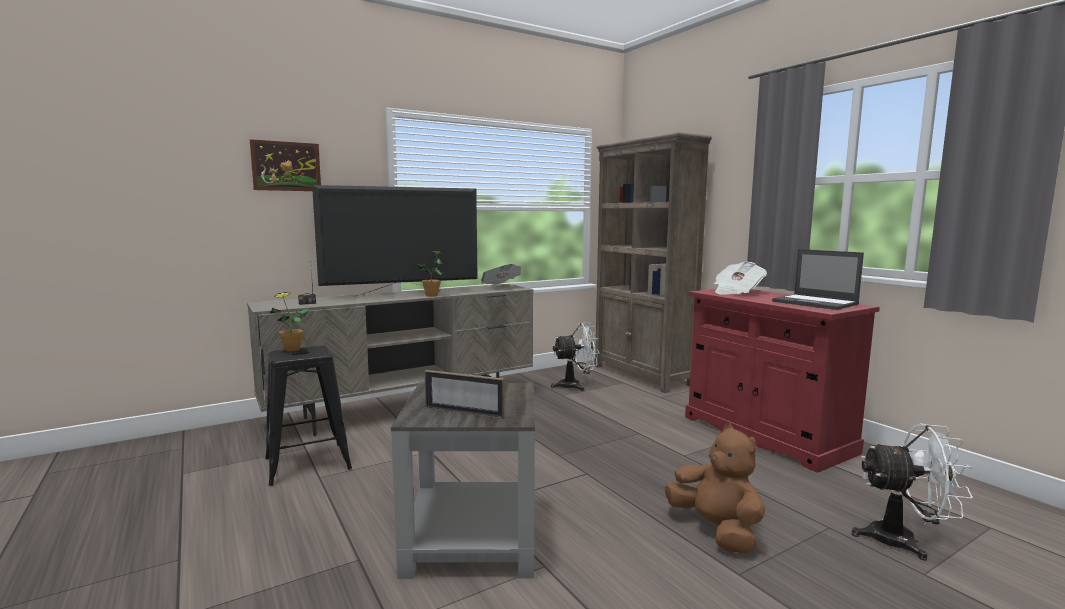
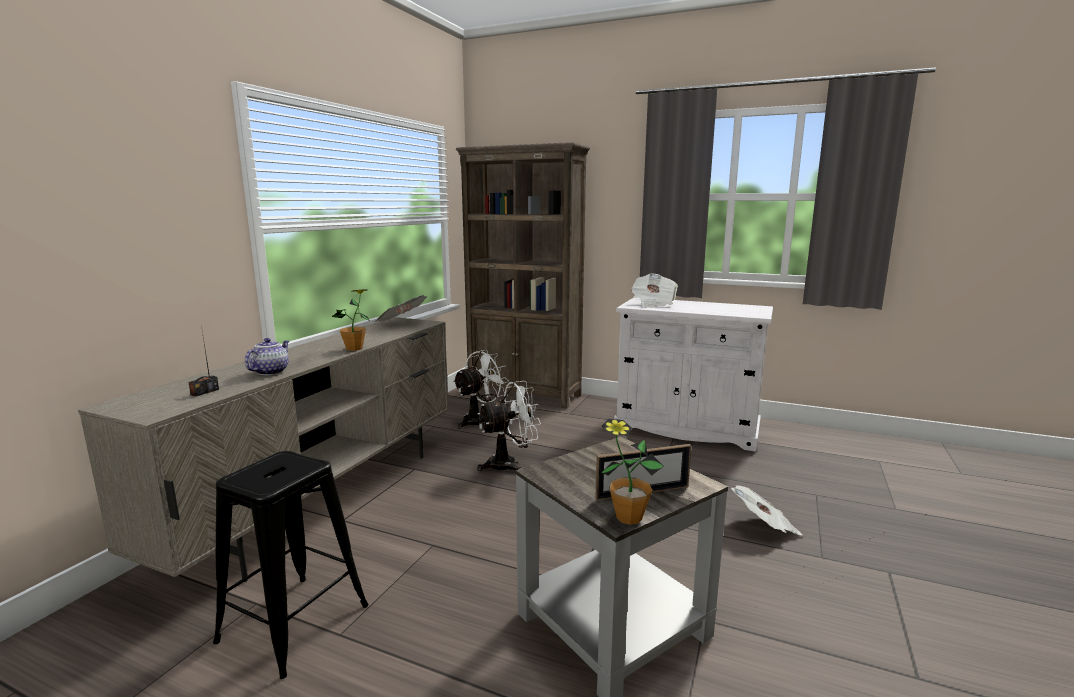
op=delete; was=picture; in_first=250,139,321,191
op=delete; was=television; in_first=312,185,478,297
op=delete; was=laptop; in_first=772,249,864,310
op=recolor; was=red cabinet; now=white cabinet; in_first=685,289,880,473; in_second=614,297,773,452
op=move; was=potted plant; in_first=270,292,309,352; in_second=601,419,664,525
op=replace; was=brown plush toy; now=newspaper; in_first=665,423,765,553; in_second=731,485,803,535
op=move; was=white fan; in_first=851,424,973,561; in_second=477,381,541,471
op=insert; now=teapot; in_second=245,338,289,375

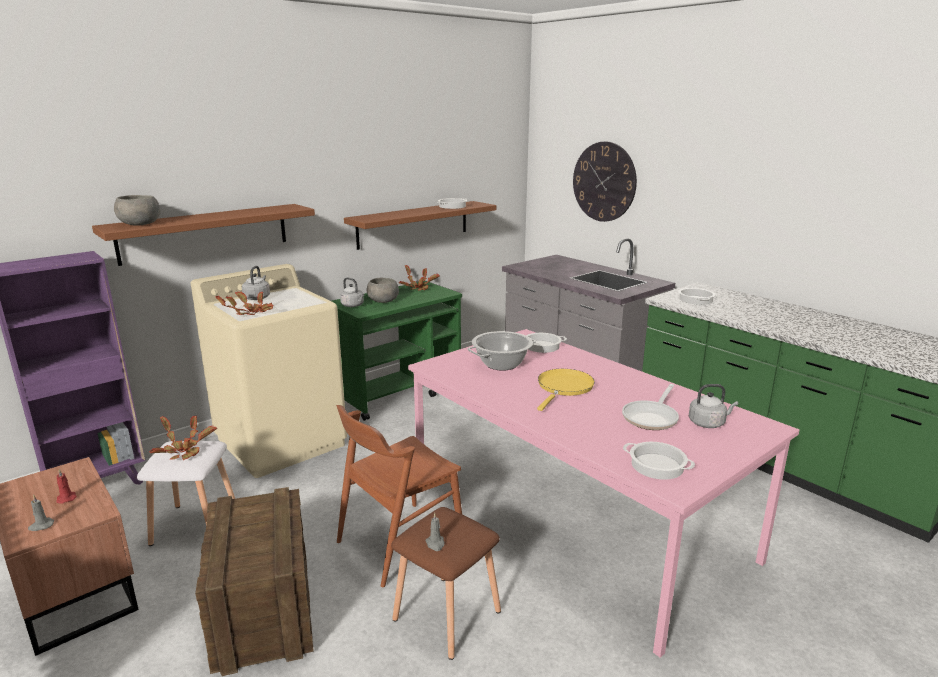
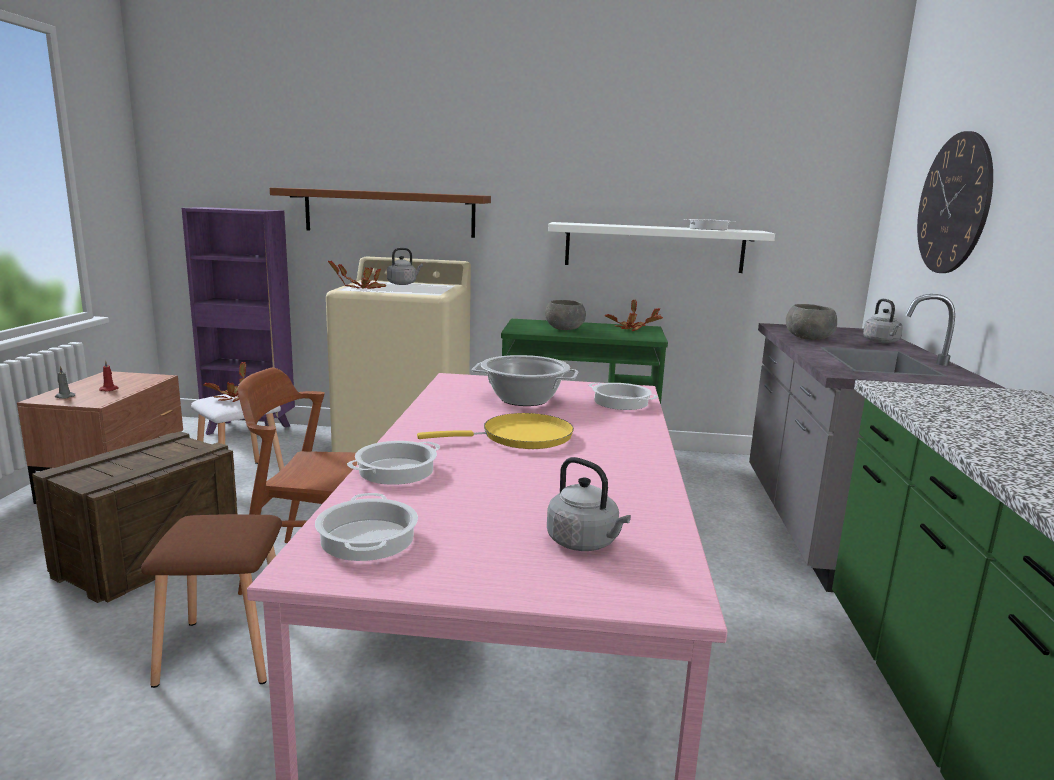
op=move; was=grey bowl; in_first=114,195,160,225; in_second=786,304,837,340
op=recolor; was=brown shelf; now=white shelf; in_first=344,201,496,250; in_second=548,222,775,273
op=move; was=grey kettle; in_first=340,277,364,307; in_second=863,299,903,343
op=move; was=cooking pot; in_first=678,287,716,305; in_second=347,441,440,485
op=delete; was=frying pan; in_first=622,384,679,430
op=delete; was=grey candle; in_first=425,513,445,551

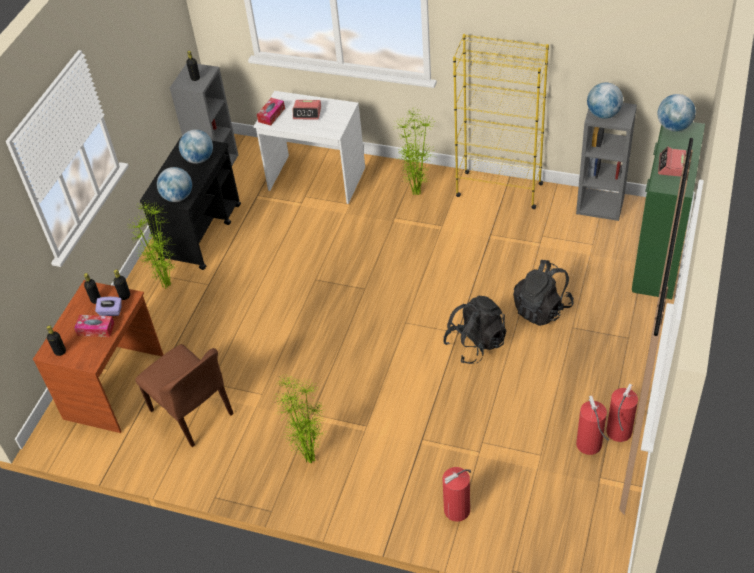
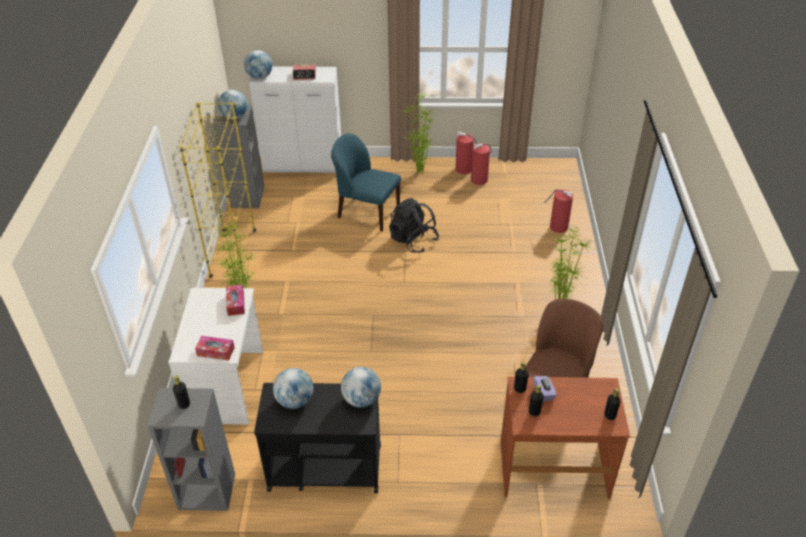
op=delete; was=alarm clock; in_first=293,100,321,120
op=recolor; was=green cabinet; now=white cabinet; in_first=632,122,705,299; in_second=249,67,341,173
op=move; was=potted plant; in_first=128,203,174,289; in_second=402,93,436,173
op=replace; was=black backpack; now=blue chair; in_first=513,260,574,326; in_second=331,133,401,231
op=move; was=tissue box; in_first=74,315,115,337; in_second=226,285,245,316

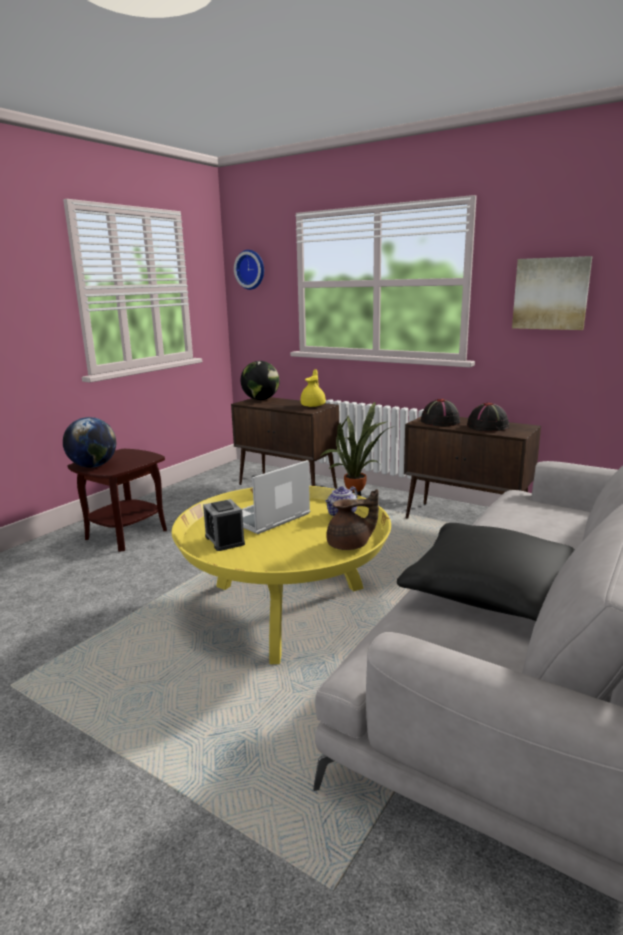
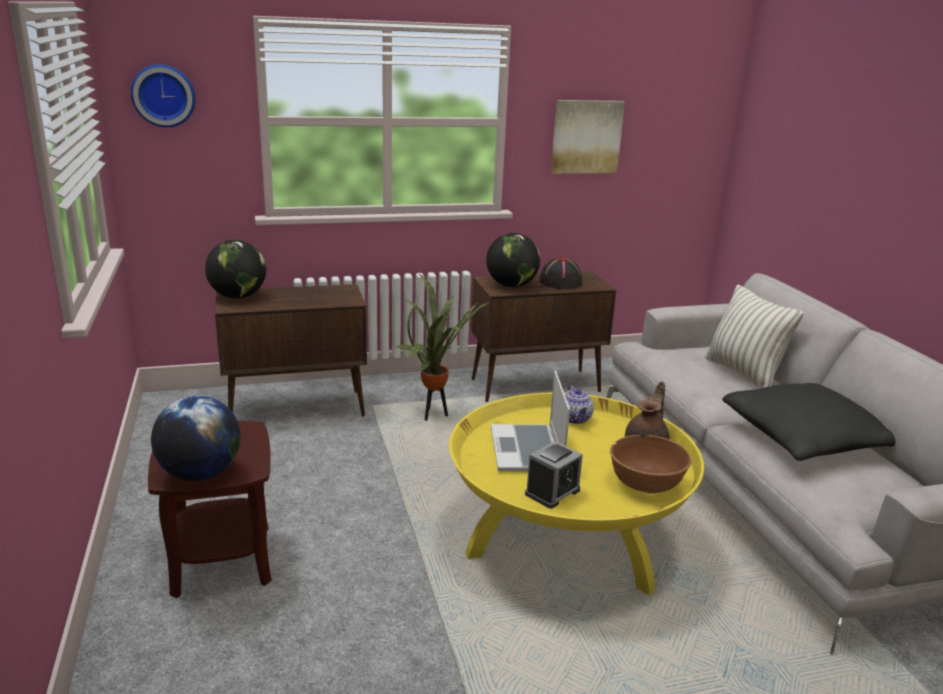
op=delete; was=yellow teapot; in_first=300,369,326,407
op=replace; was=black hat; now=globe; in_first=421,399,460,427; in_second=486,233,540,287
op=rotate; was=alarm clock; in_first=203,499,245,551; in_second=525,441,583,509; clockwise=-60
op=insert; now=pillow; in_second=705,284,804,388
op=insert; now=brown bowl; in_second=610,435,692,494

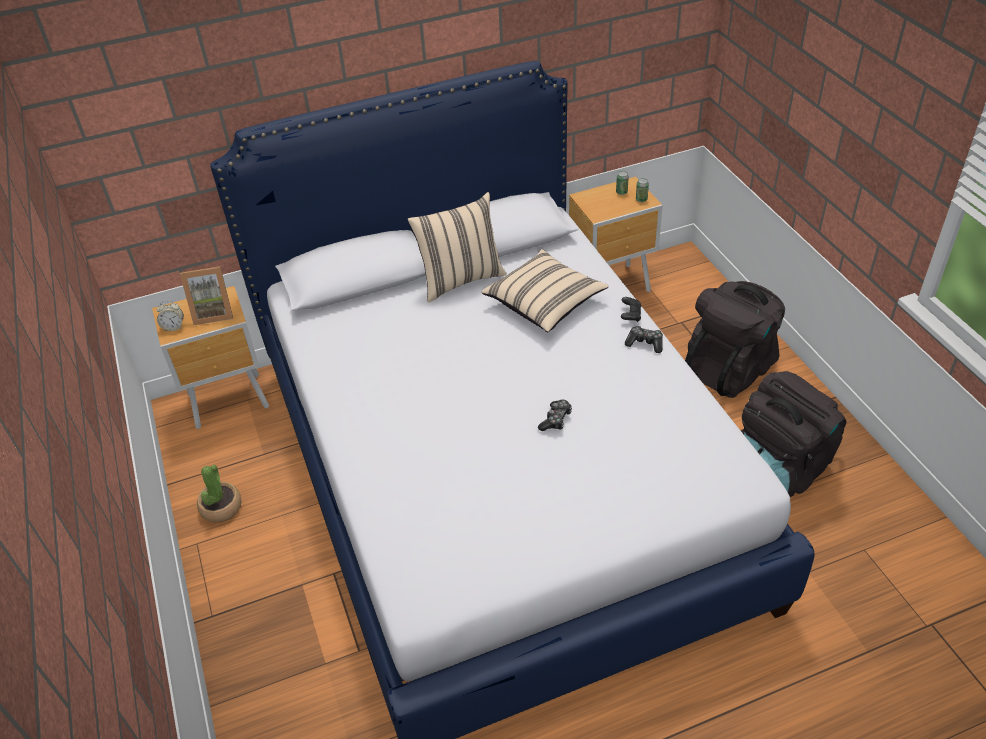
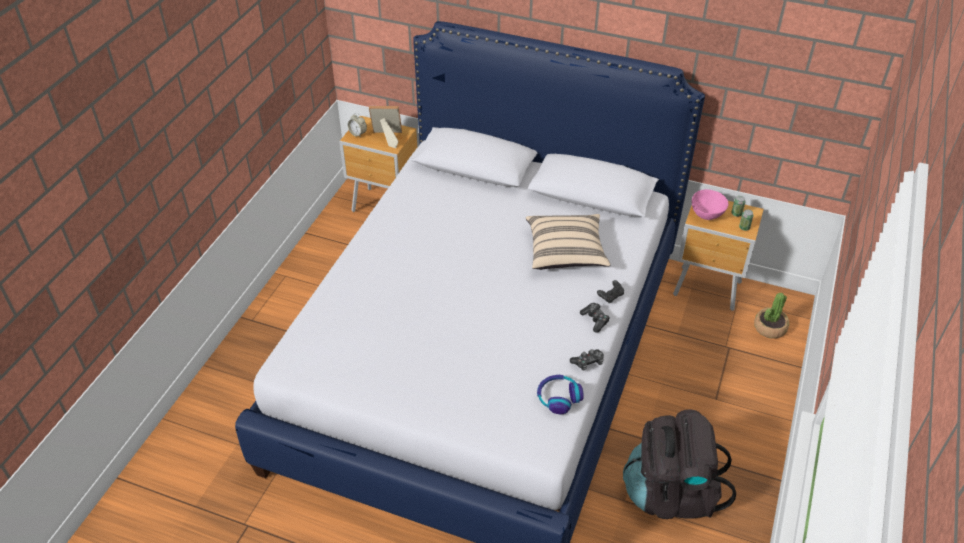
op=delete; was=beige pillow; in_first=407,192,507,302
op=rotate; was=picture frame; in_first=180,266,233,325; in_second=369,106,402,148; clockwise=150
op=delete; was=black backpack; in_first=685,281,785,398
op=move; was=game controller; in_first=538,400,572,431; in_second=570,349,604,371
op=move; was=potted plant; in_first=197,465,242,523; in_second=754,293,789,339
op=insert; now=pink bowl; in_second=692,189,728,220
op=insert; now=headphones; in_second=537,375,584,414

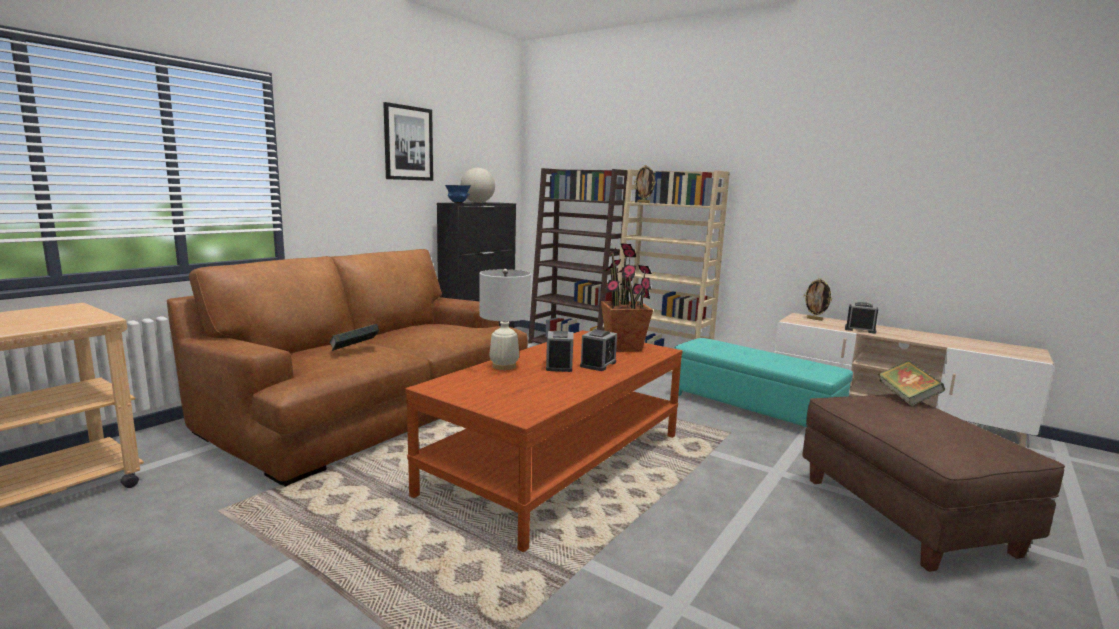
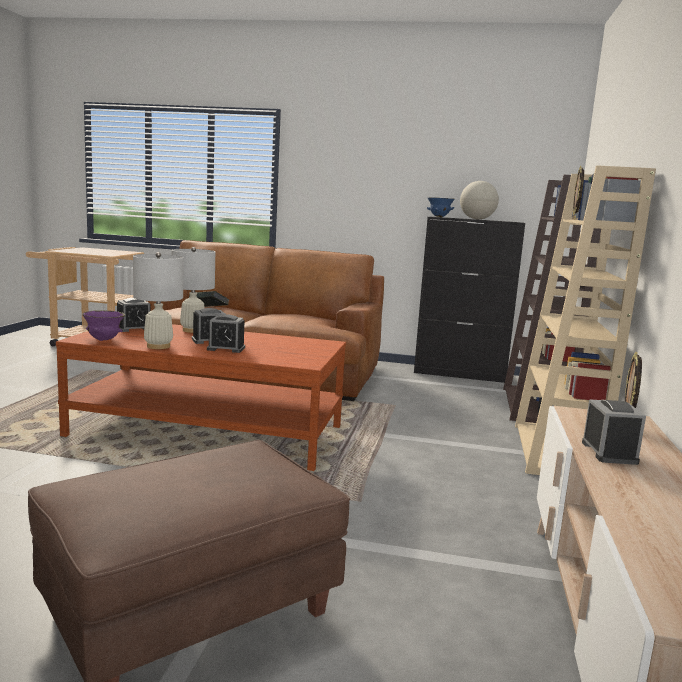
op=delete; was=picture; in_first=383,102,433,181
op=delete; was=potted plant; in_first=601,243,653,352
op=delete; was=turquoise ottoman; in_first=674,338,853,427
op=delete; was=book; in_first=878,361,945,406
op=insert; now=white table lamp; in_second=133,252,183,349
op=insert; now=alarm clock; in_second=117,298,150,332
op=insert; now=purple bowl; in_second=82,310,125,341

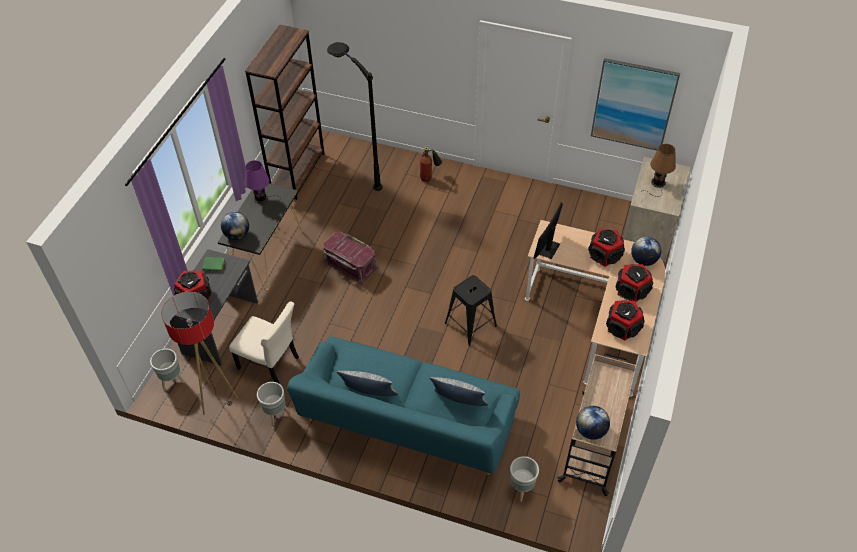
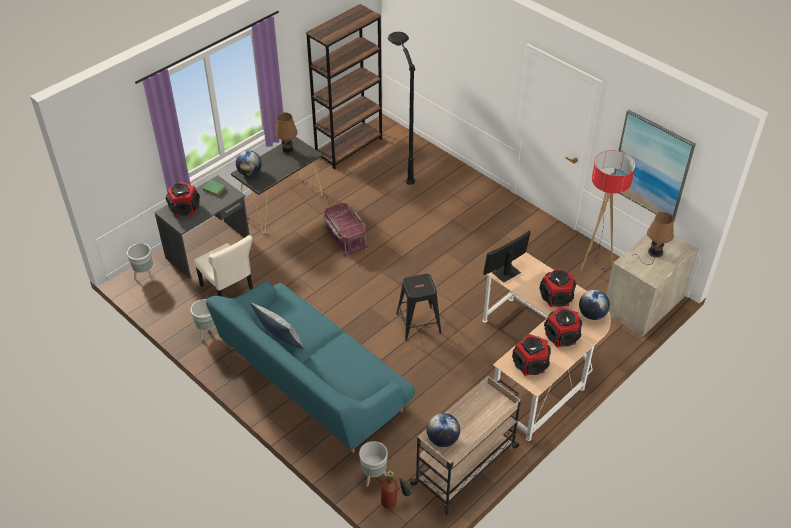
op=move; was=fire extinguisher; in_first=420,147,442,182; in_second=381,471,414,509
op=recolor; was=purple table lamp; now=brown table lamp; in_first=245,160,280,210; in_second=274,112,304,163
op=move; was=floor lamp; in_first=161,292,238,415; in_second=580,150,635,272
op=delete; was=pillow; in_first=429,377,488,406

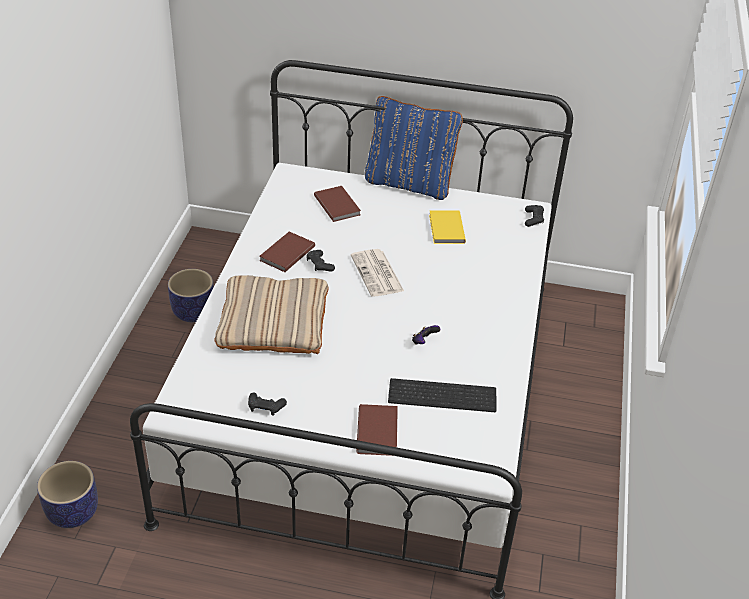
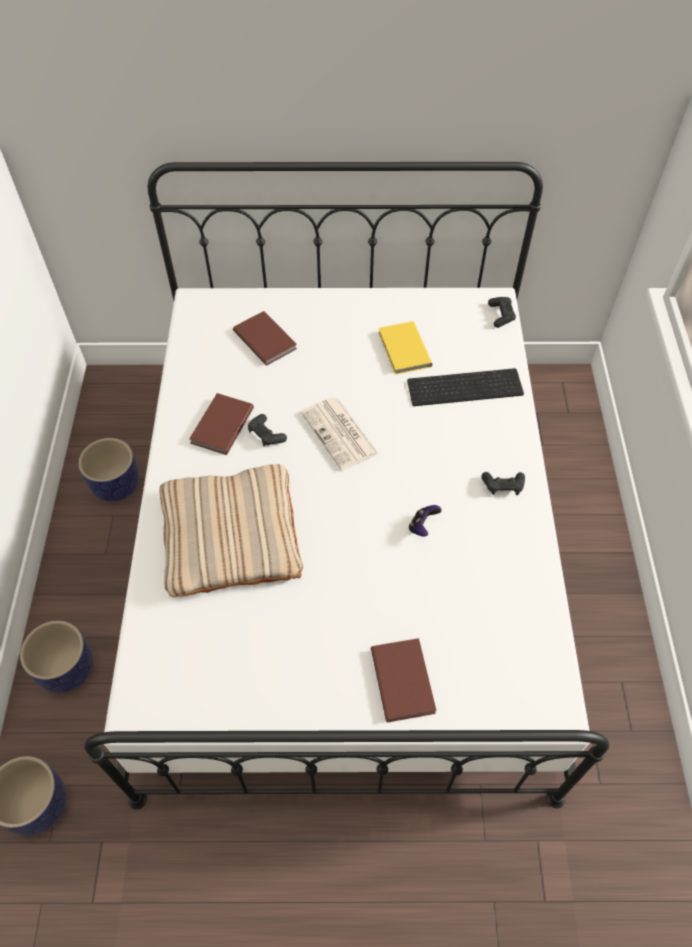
op=delete; was=blue pillow; in_first=365,96,463,200
op=move; was=keyboard; in_first=388,378,496,412; in_second=407,368,524,406
op=move; was=black game controller; in_first=248,393,287,416; in_second=482,472,525,495
op=insert; now=planter; in_second=20,620,93,693

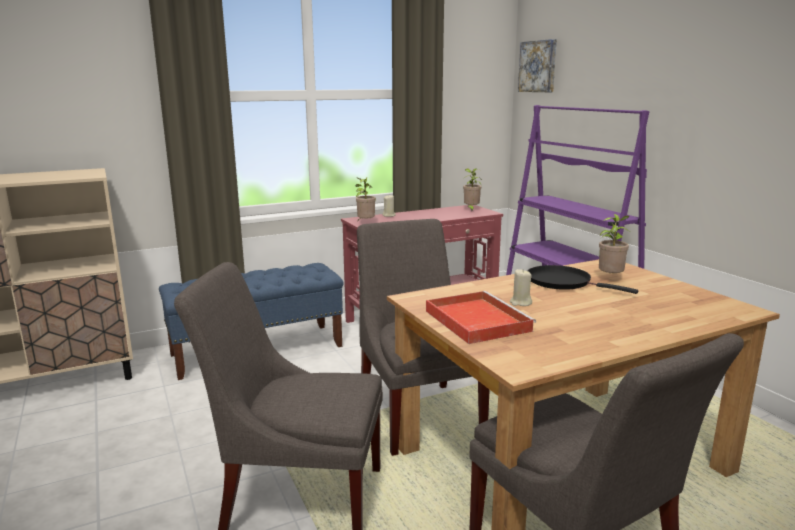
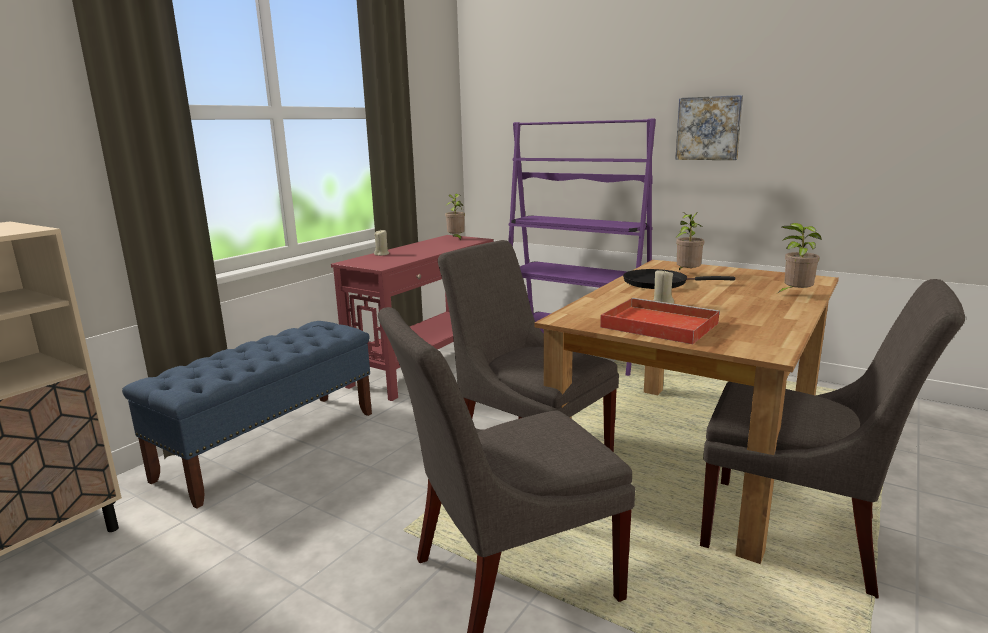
op=move; was=picture; in_first=518,39,557,92; in_second=675,95,743,160
op=move; was=potted plant; in_first=355,177,376,220; in_second=778,223,822,293

